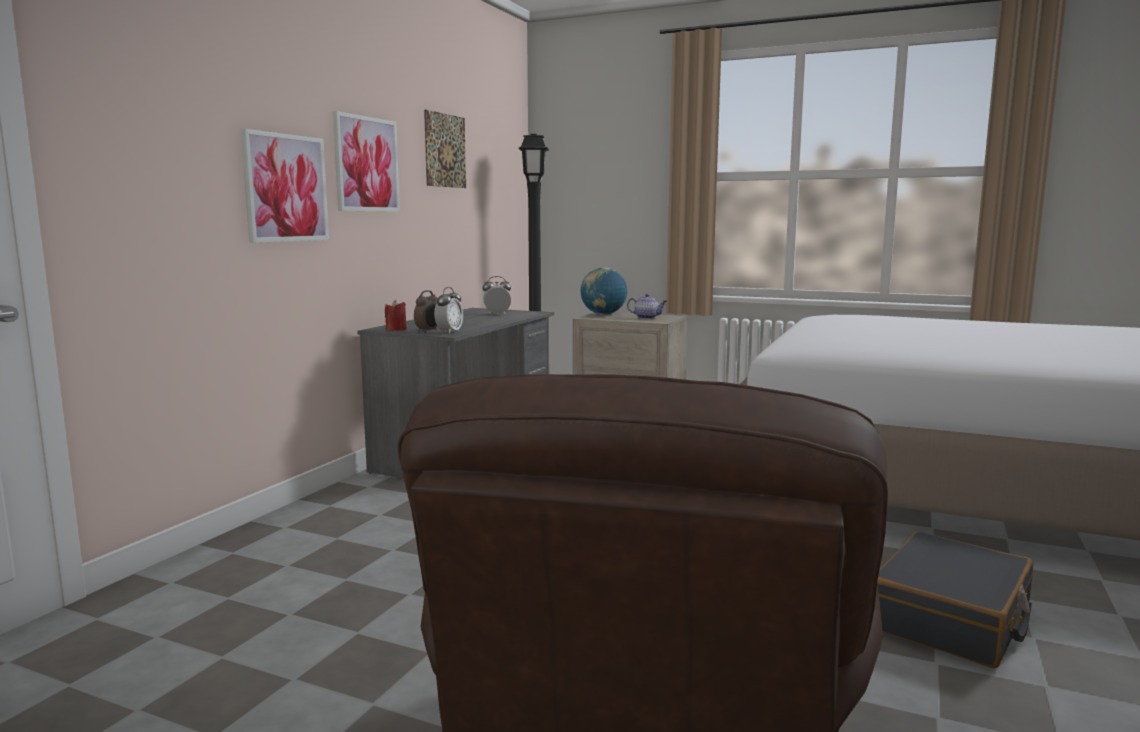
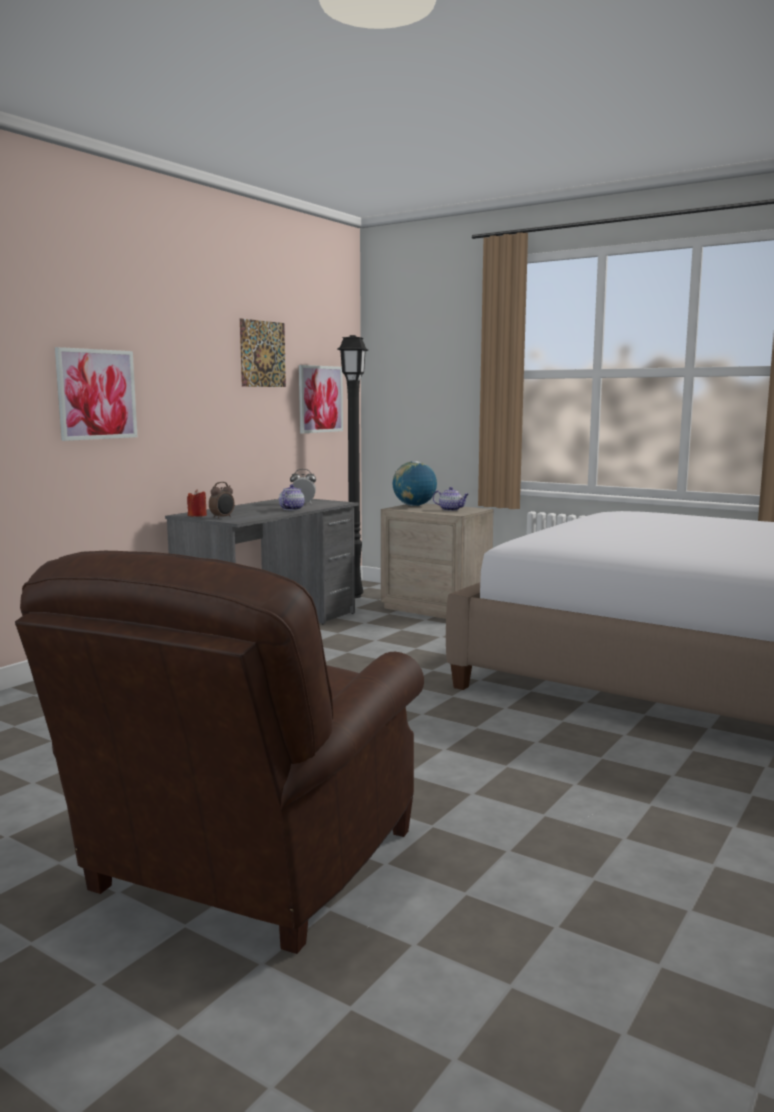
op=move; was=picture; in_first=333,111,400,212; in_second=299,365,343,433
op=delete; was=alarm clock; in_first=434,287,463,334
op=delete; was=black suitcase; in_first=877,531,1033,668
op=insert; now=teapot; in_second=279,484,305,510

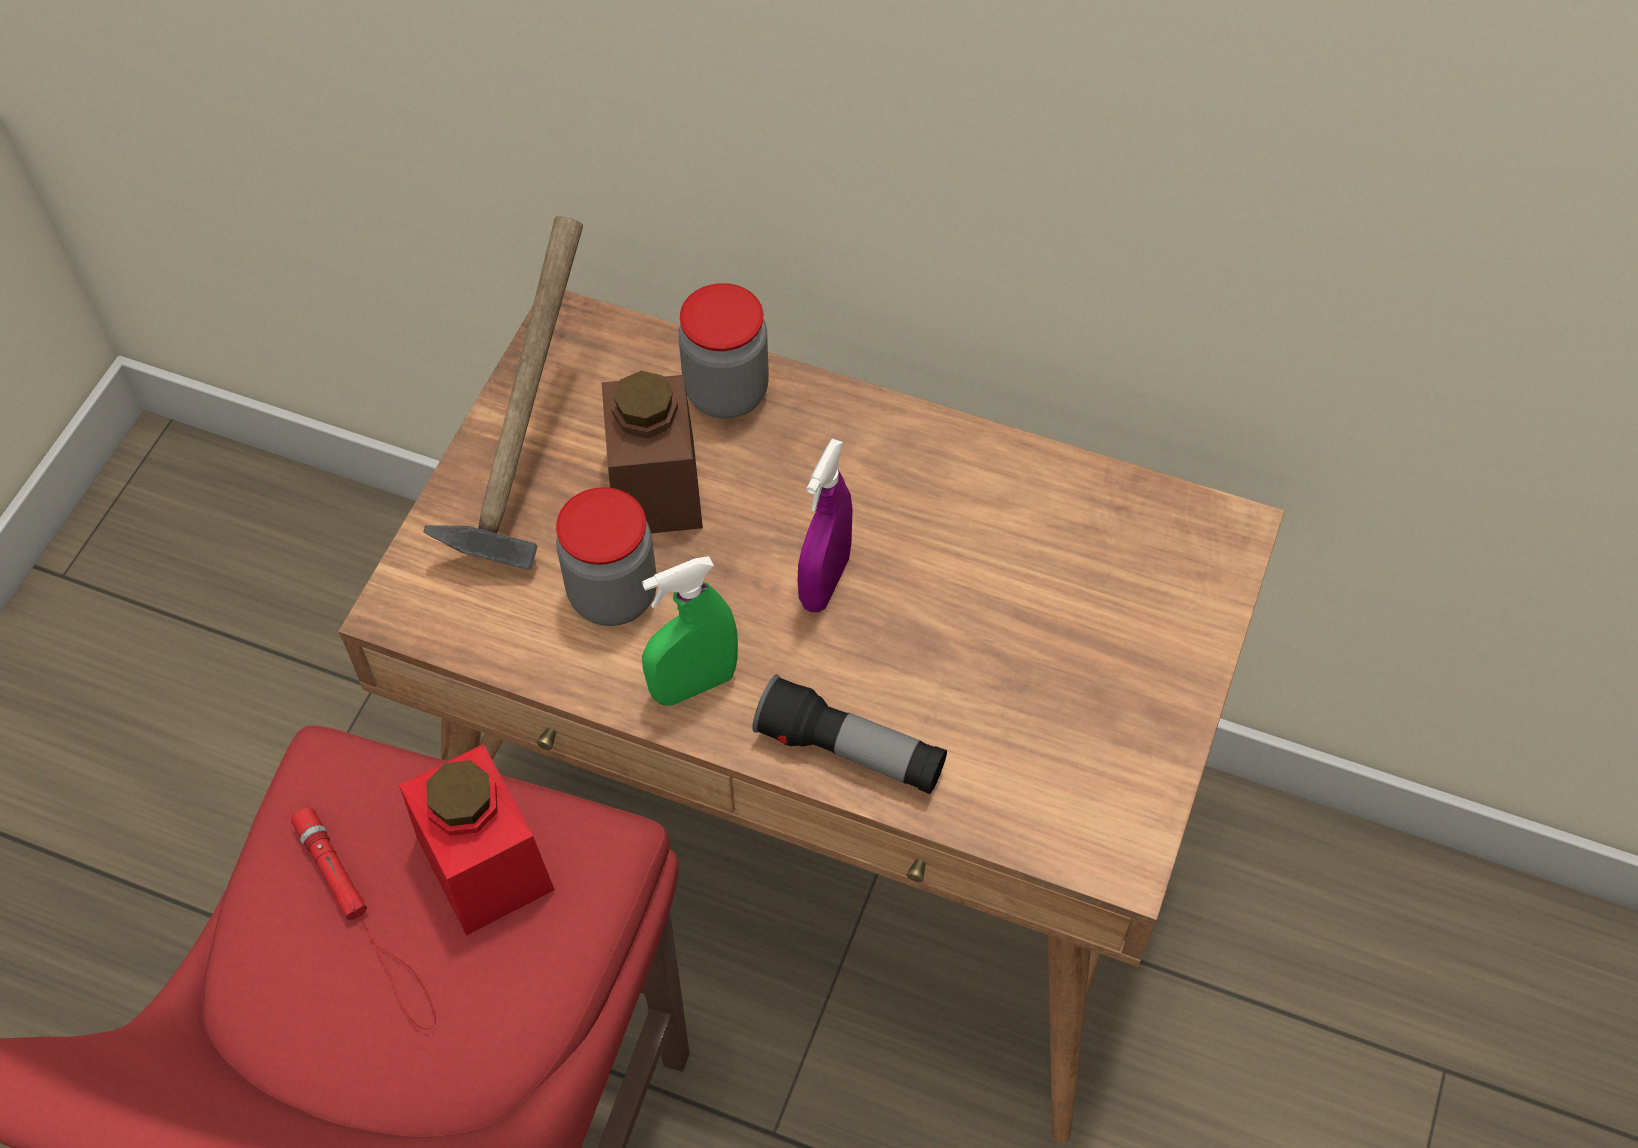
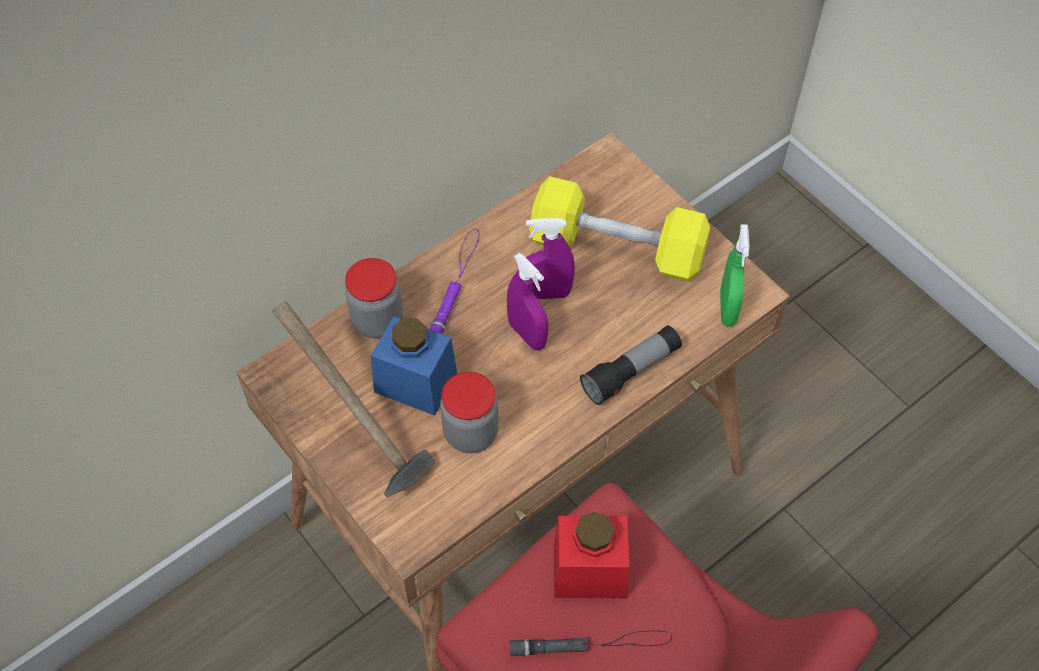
op=recolor; was=brown jar; now=blue jar; in_first=602,371,703,533; in_second=371,316,457,416
op=move; was=green spray bottle; in_first=642,556,738,706; in_second=720,224,750,327
op=recolor; was=red flashlight; now=black flashlight; in_first=291,807,436,1030; in_second=509,631,672,656
op=insert; now=yellow dumbbell; in_second=529,177,710,282
op=insert; now=purple spray bottle; in_second=526,218,575,299
op=insert; now=purple flashlight; in_second=430,229,479,334

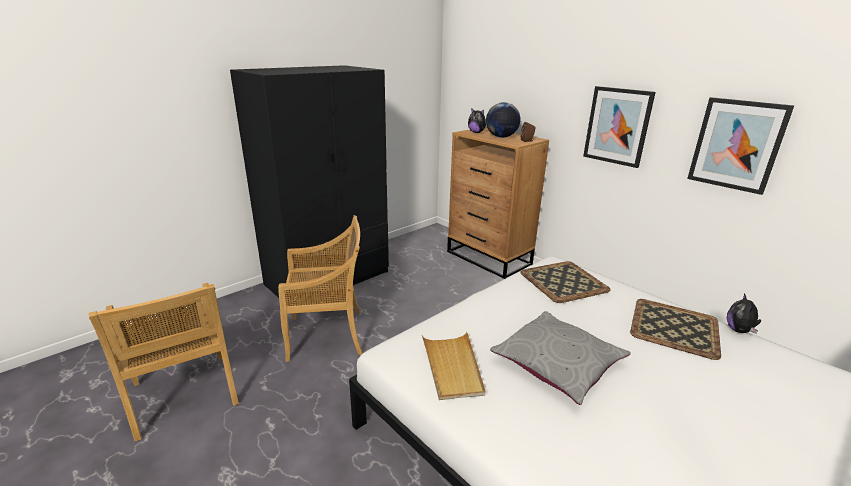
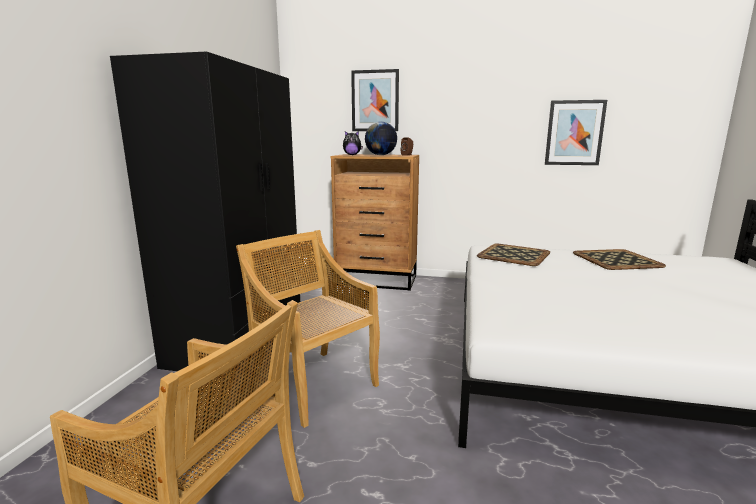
op=move; was=picture; in_first=583,86,656,168; in_second=351,69,399,131
op=rotate; was=beige chair; in_first=278,215,362,362; in_second=236,230,380,428; clockwise=-90
op=delete; was=plush toy; in_first=727,293,761,334
op=delete; was=grey pillow; in_first=490,311,631,405
op=delete; was=beige tray; in_first=422,332,485,400

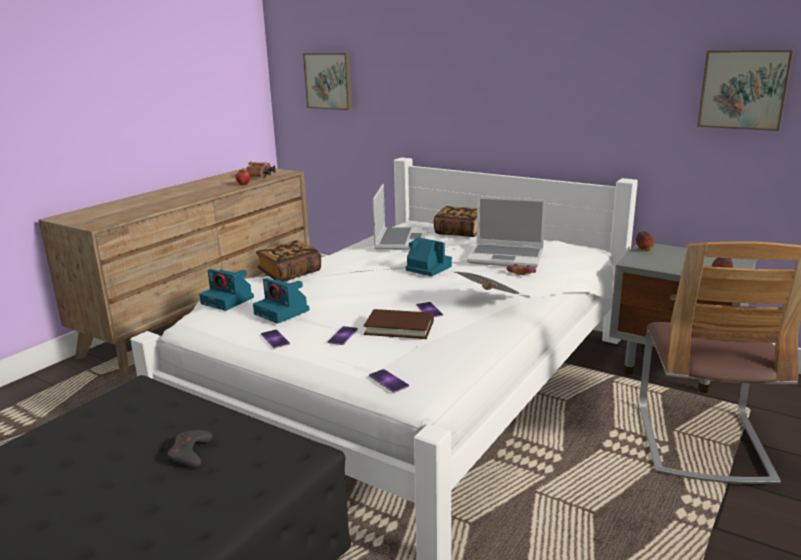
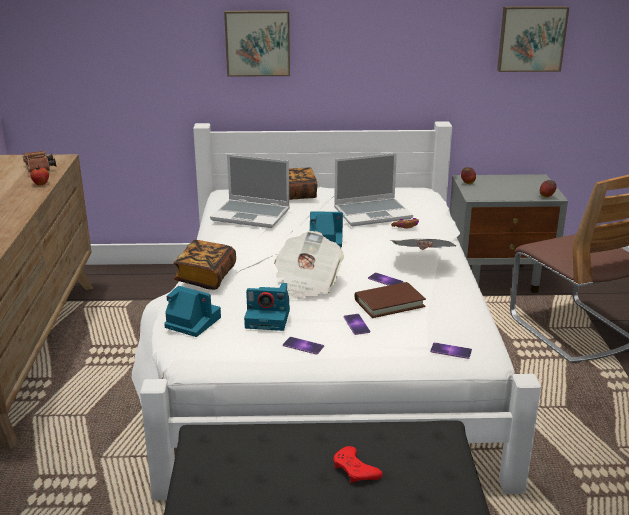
op=move; was=picture; in_first=303,53,353,110; in_second=224,10,290,77
op=rotate; was=laptop; in_first=372,184,428,250; in_second=210,154,290,228; clockwise=135
op=rotate; was=photo camera; in_first=199,269,254,311; in_second=164,286,221,337; clockwise=-150
op=recolor; was=grey game controller; now=red game controller; in_first=168,430,213,468; in_second=333,446,383,483
op=insert; now=newspaper; in_second=274,231,344,299

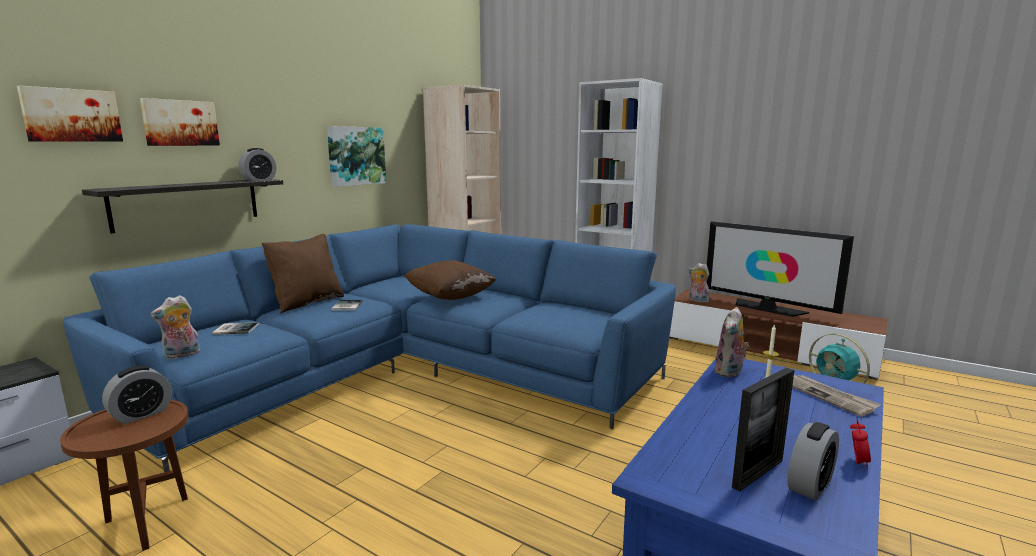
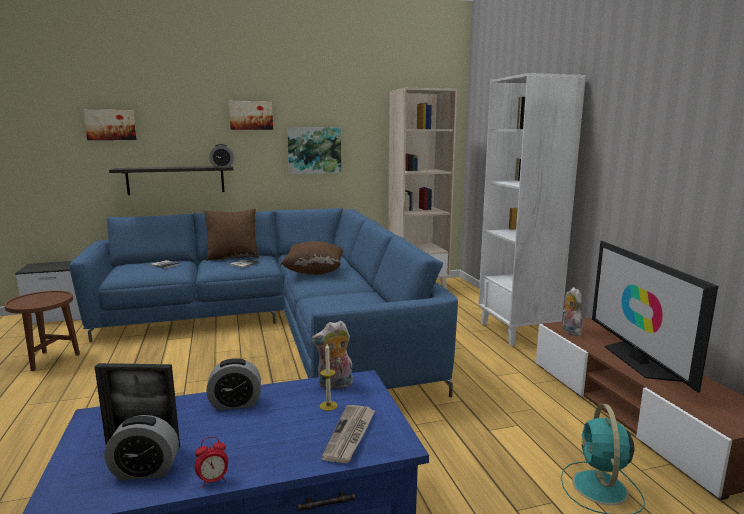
op=move; was=picture; in_first=140,98,220,146; in_second=229,101,273,130
op=delete; was=plush toy; in_first=150,295,200,359
op=move; was=alarm clock; in_first=102,366,172,424; in_second=206,358,261,410

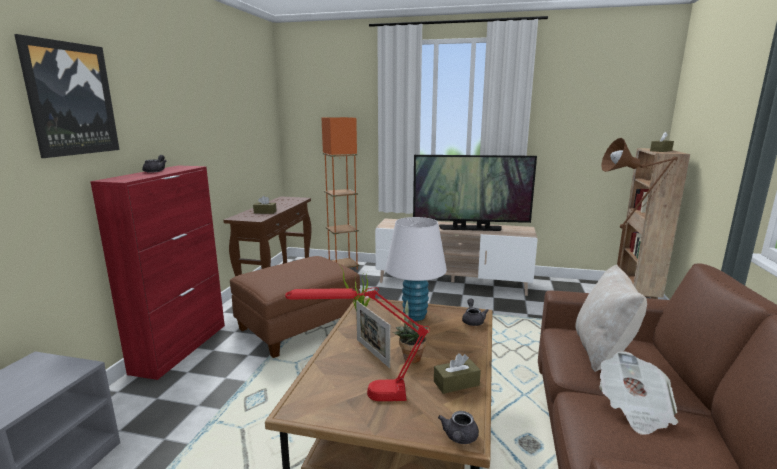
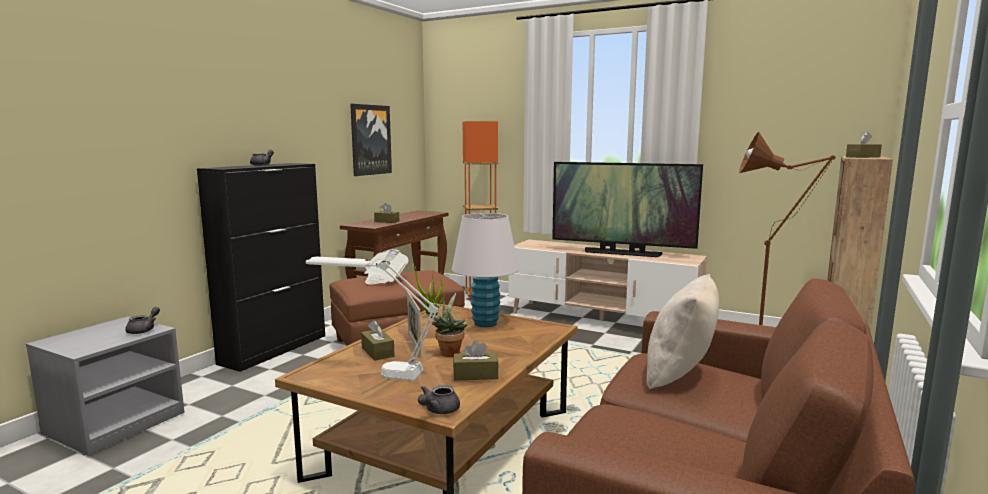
op=move; was=picture; in_first=14,34,120,158; in_second=350,104,392,176
op=recolor; was=red cabinet; now=black cabinet; in_first=90,165,225,380; in_second=197,163,325,372
op=recolor; was=red table lamp; now=white table lamp; in_first=285,288,430,401; in_second=306,257,440,381
op=move; was=grey teapot; in_first=462,298,489,326; in_second=125,307,160,334
op=move; was=newspaper; in_first=600,351,678,435; in_second=364,249,409,285
op=insert; now=brown tissue box; in_second=361,320,395,361

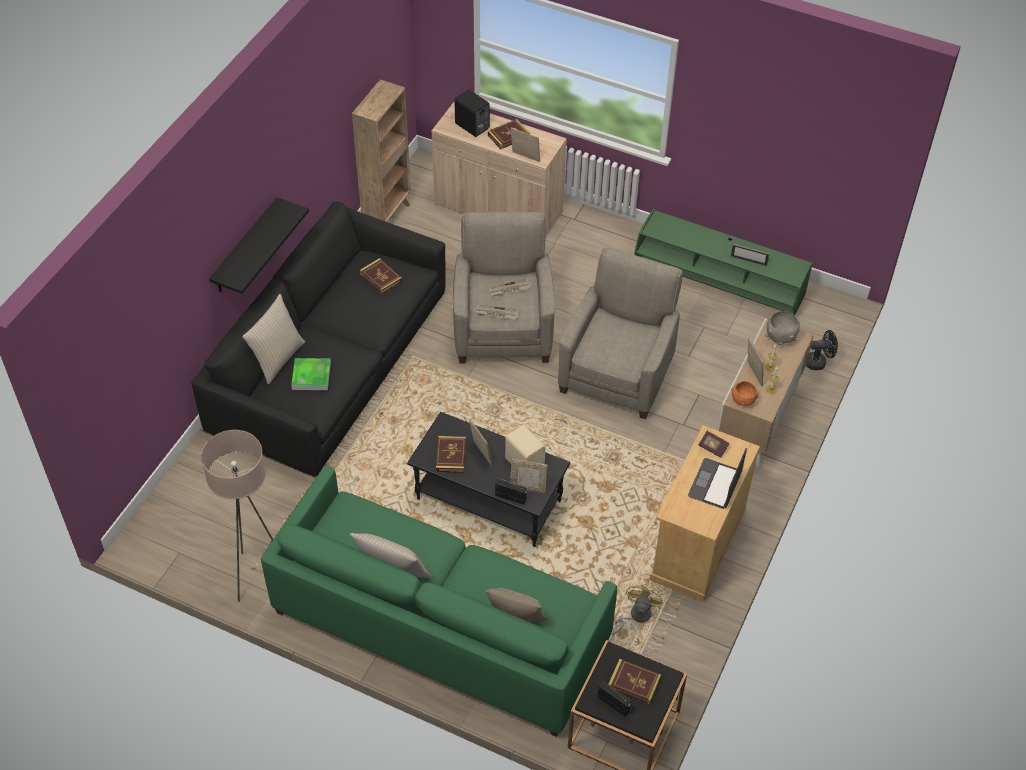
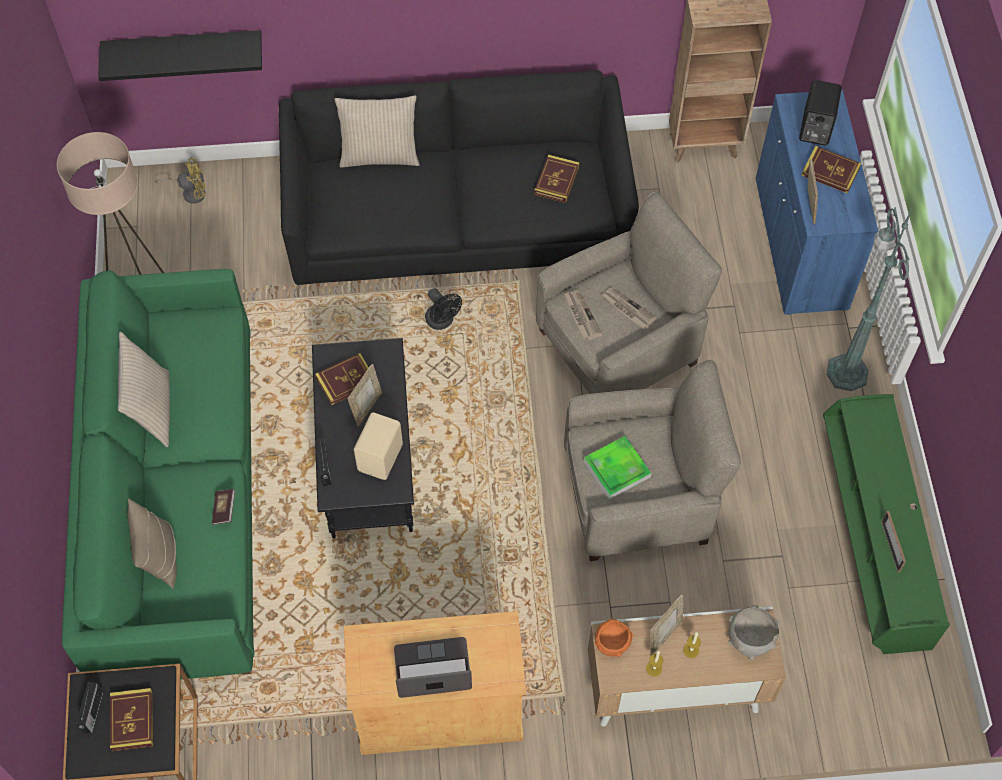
op=recolor; was=beige cabinet; now=blue cabinet; in_first=432,102,567,236; in_second=756,90,878,315
op=move; was=black shelf; in_first=209,197,309,294; in_second=98,30,262,81
op=move; was=black fan; in_first=806,330,838,370; in_second=425,288,462,330
op=move; was=tray; in_first=291,358,331,390; in_second=584,436,651,499
op=move; was=book; in_first=698,431,729,458; in_second=212,489,235,525
op=delete; was=picture frame; in_first=510,459,547,493
op=move; was=yellow fan; in_first=613,584,663,635; in_second=155,158,206,204
op=insert; now=green floor lamp; in_second=827,206,913,391

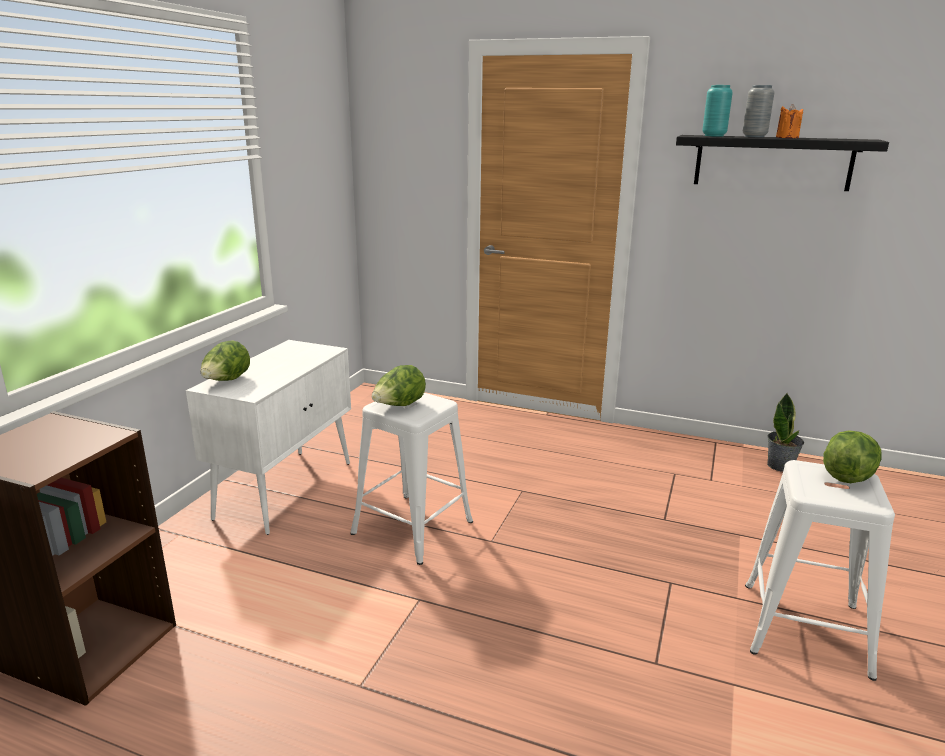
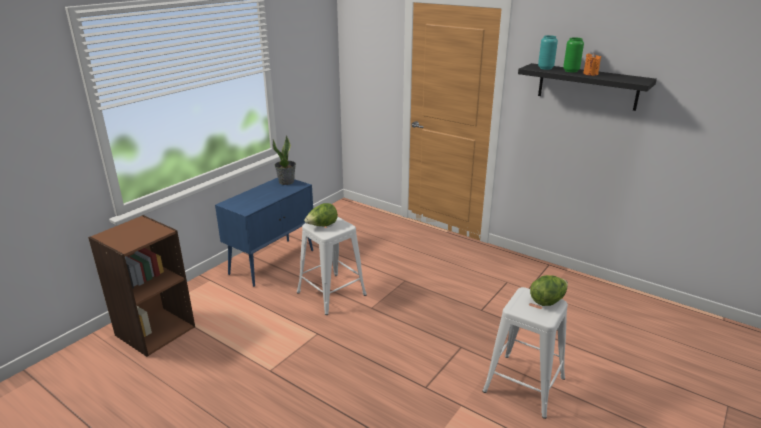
op=recolor; was=grey vase; now=green vase; in_first=743,85,774,137; in_second=563,37,584,73
op=recolor; was=white cabinet; now=blue cabinet; in_first=186,340,351,535; in_second=215,177,313,287
op=delete; was=lettuce; in_first=201,340,250,381
op=move; was=potted plant; in_first=767,393,804,472; in_second=273,135,296,185

